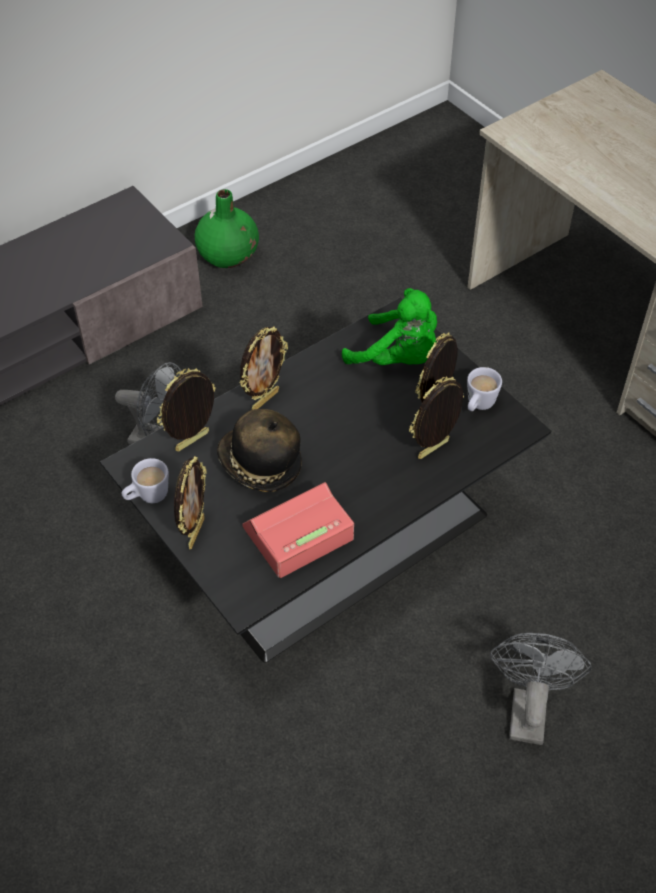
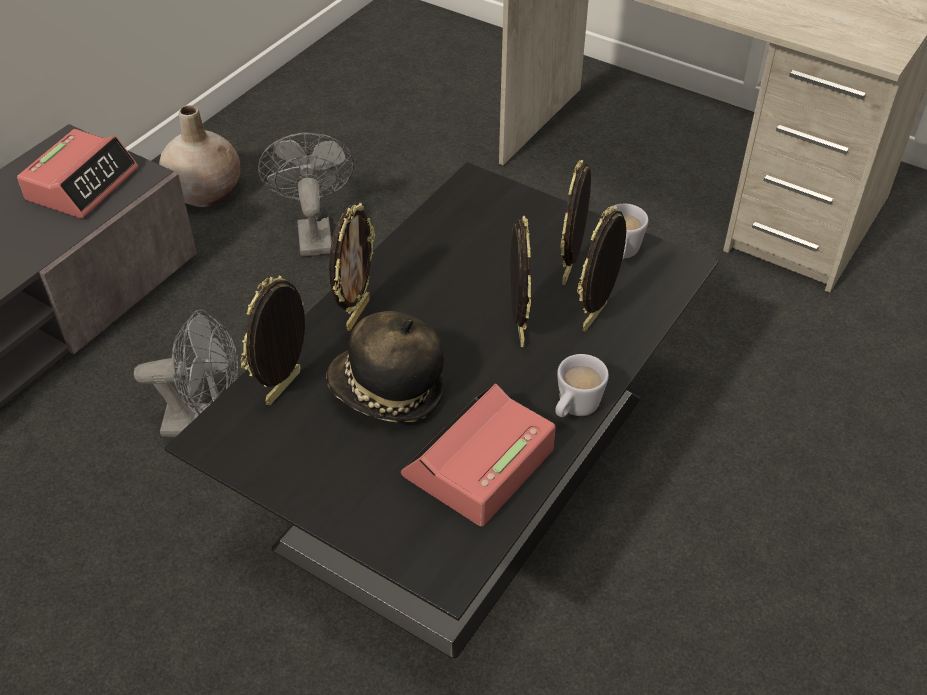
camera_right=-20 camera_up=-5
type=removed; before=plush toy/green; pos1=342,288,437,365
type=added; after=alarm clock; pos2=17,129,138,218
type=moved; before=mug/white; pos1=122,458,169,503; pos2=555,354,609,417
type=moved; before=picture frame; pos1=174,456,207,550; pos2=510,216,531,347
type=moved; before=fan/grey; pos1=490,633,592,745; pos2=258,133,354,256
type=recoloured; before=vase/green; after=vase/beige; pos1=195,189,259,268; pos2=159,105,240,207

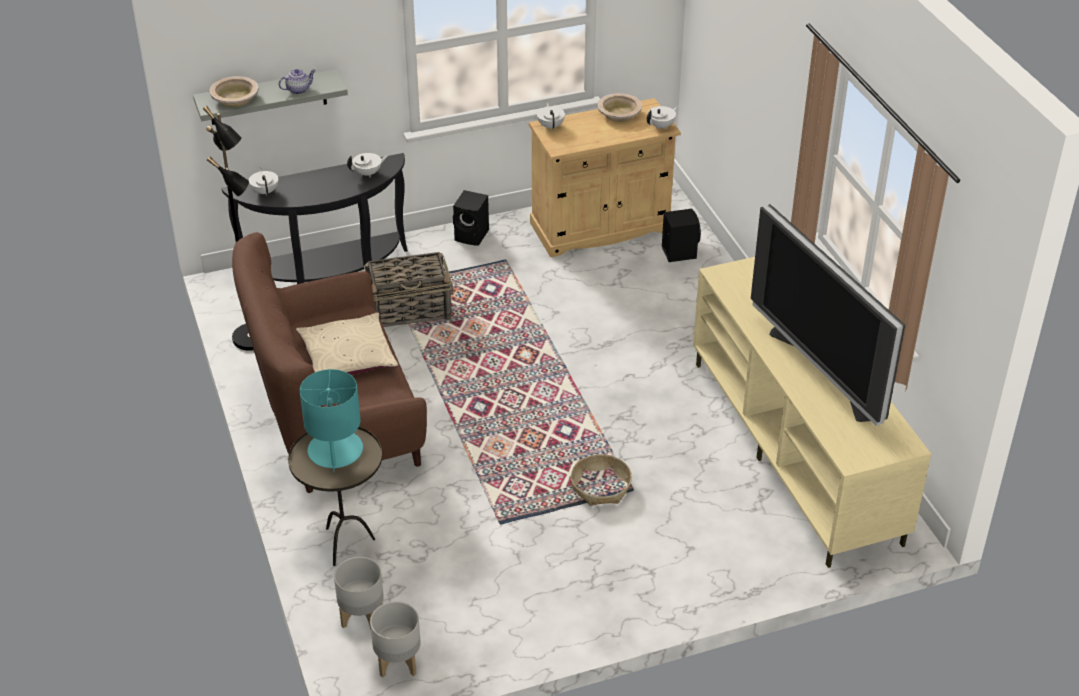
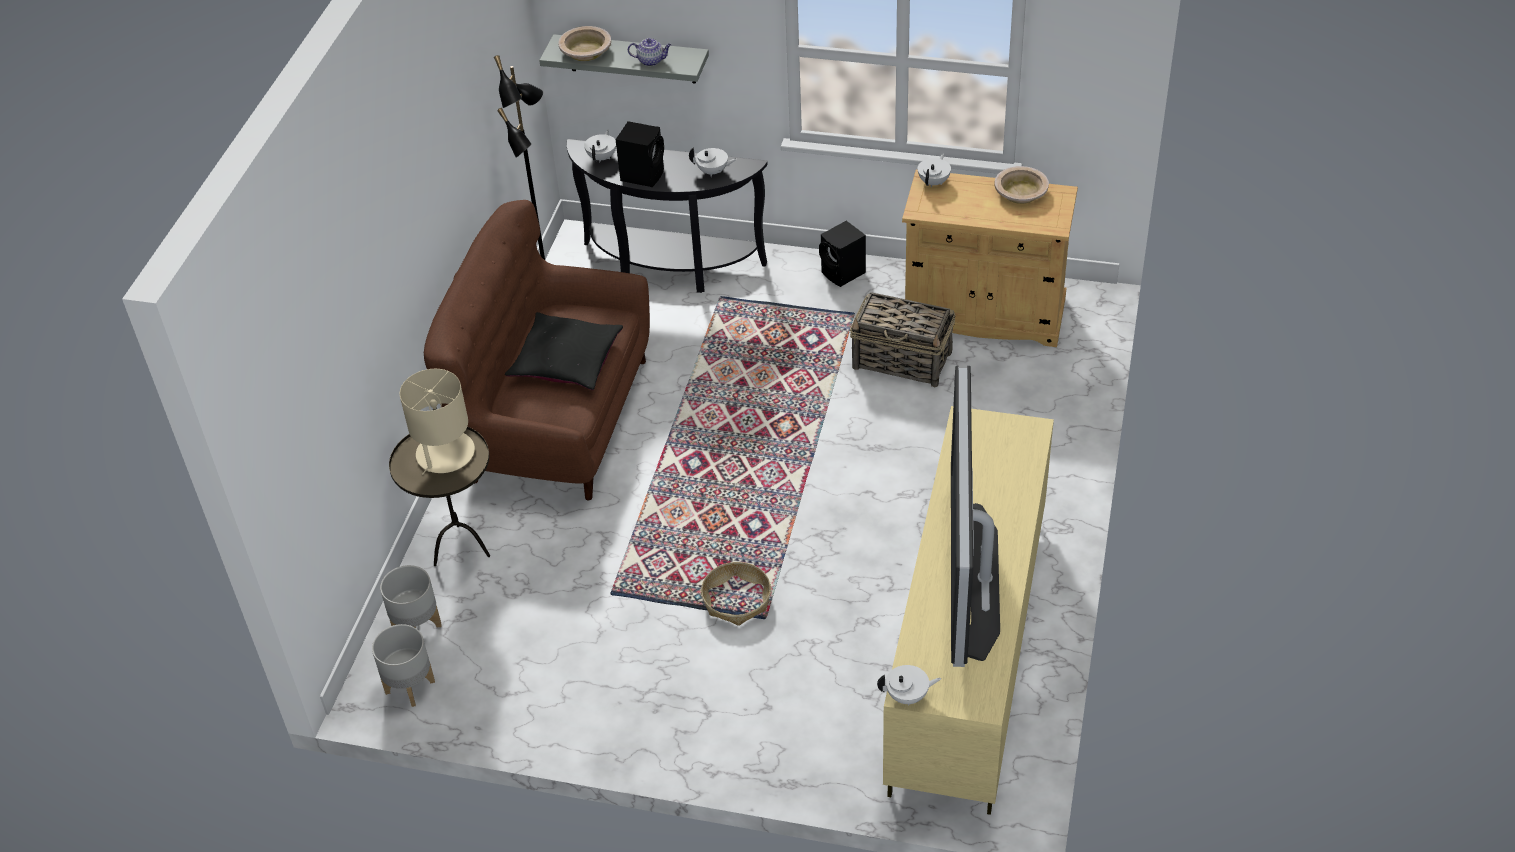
camera_right=35 camera_up=5
type=moved; before=basket; pos1=364,252,453,327; pos2=850,292,956,388
type=moved; before=teapot/white; pos1=647,106,678,130; pos2=877,665,941,705
type=moved; before=speaker/black; pos1=662,208,701,262; pos2=615,121,664,187
type=recoloured; before=pillow/beige; after=pillow/black; pos1=296,313,398,375; pos2=505,312,623,390
type=recoloured; before=table lamp/turquoise; after=table lamp/beige; pos1=300,369,363,472; pos2=400,369,475,475

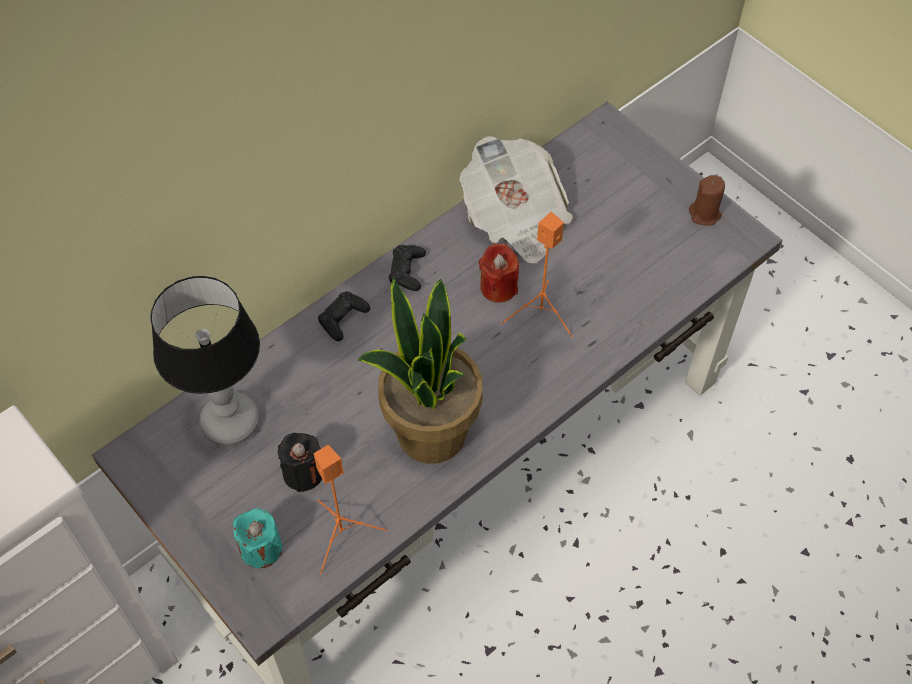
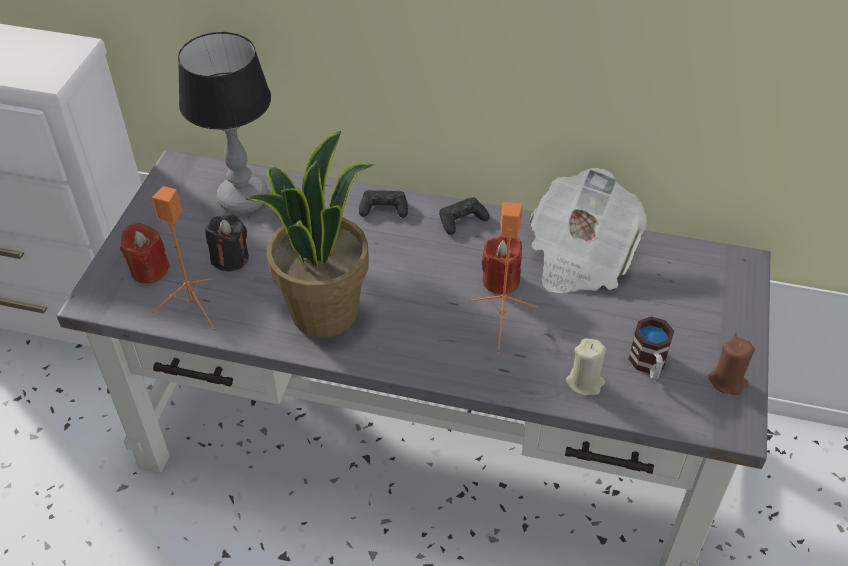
camera_right=55 camera_up=-10
type=added; after=candle/beige; pos2=566,338,606,396
type=added; after=mug; pos2=628,316,674,380
type=recoloured; before=candle/turquoise; after=candle/red; pos1=233,508,282,568; pos2=120,222,170,283

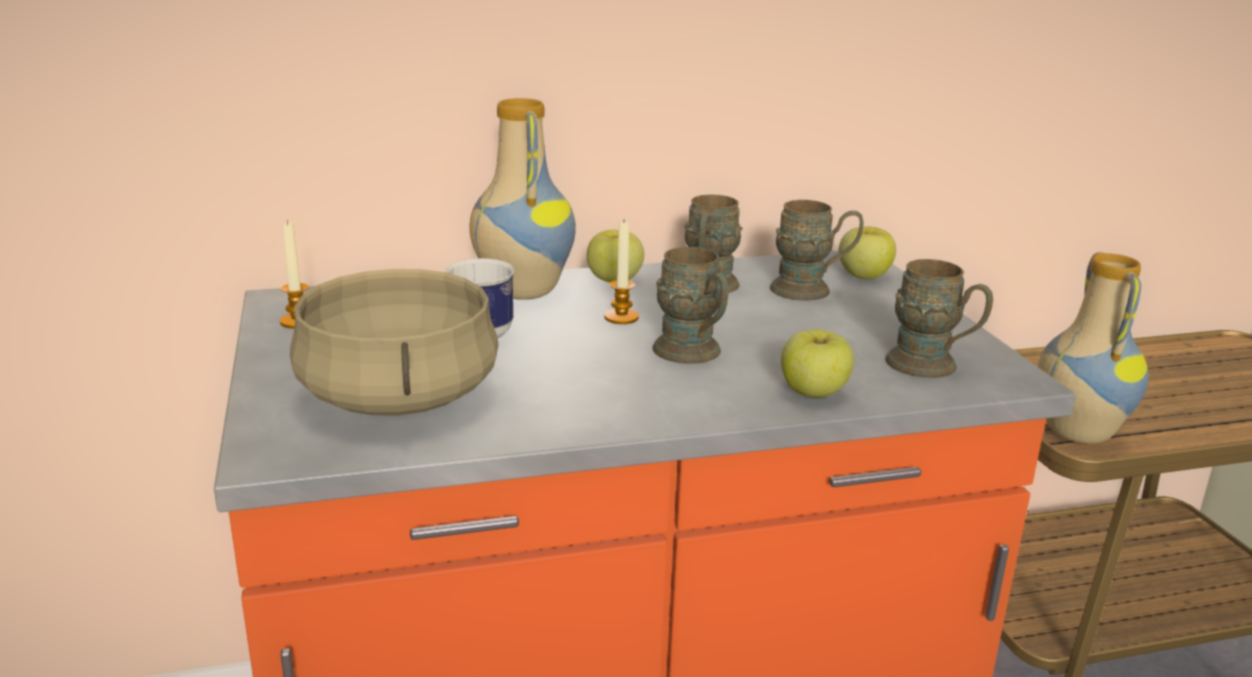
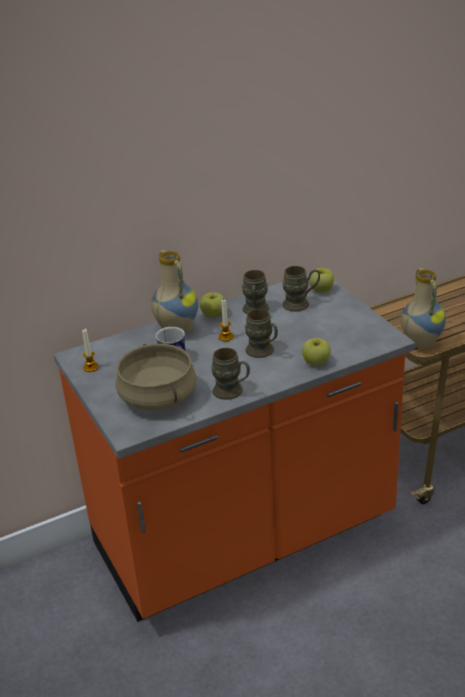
camera_right=-10 camera_up=10
type=moved; before=mug/brown; pos1=885,259,993,378; pos2=211,348,250,400

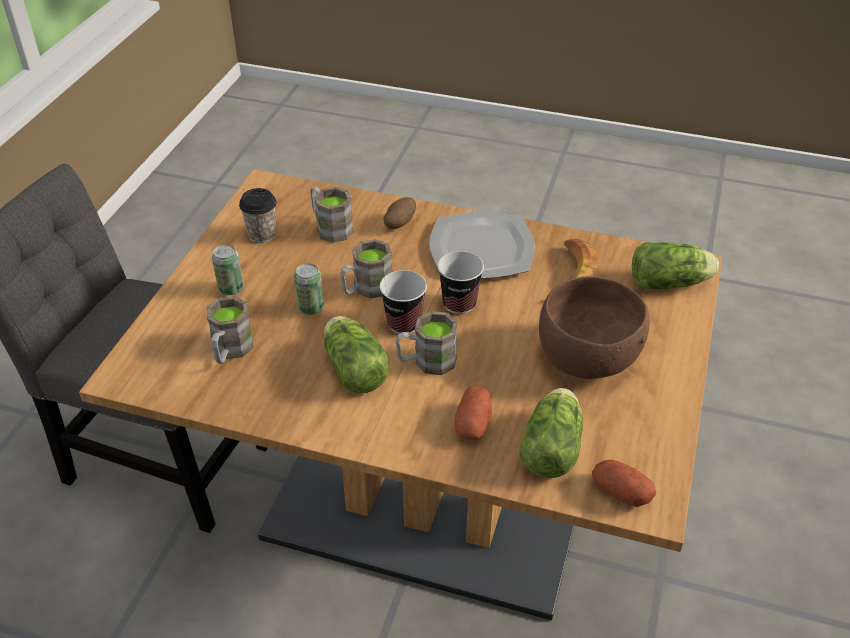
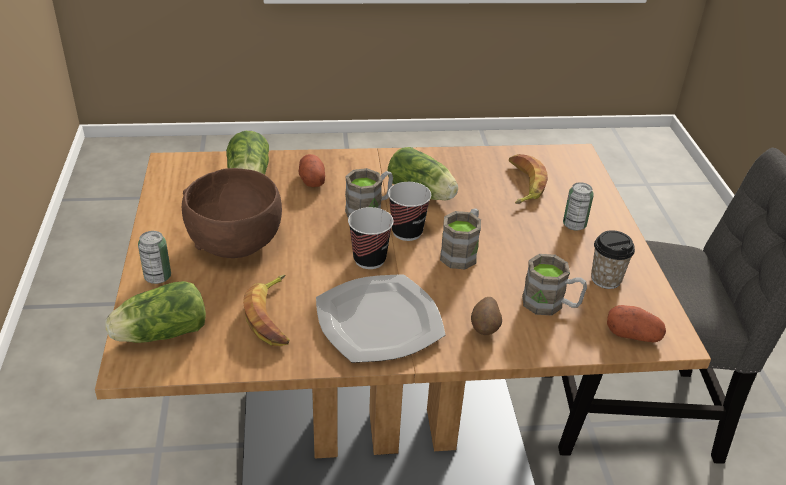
camera_right=155 camera_up=-5
type=moved; before=can; pos1=294,263,324,315; pos2=138,231,171,284
type=moved; before=potato; pos1=592,460,656,507; pos2=607,305,666,343
type=replaced; before=mug/brown; after=banana; pos1=206,296,254,364; pos2=509,154,548,204

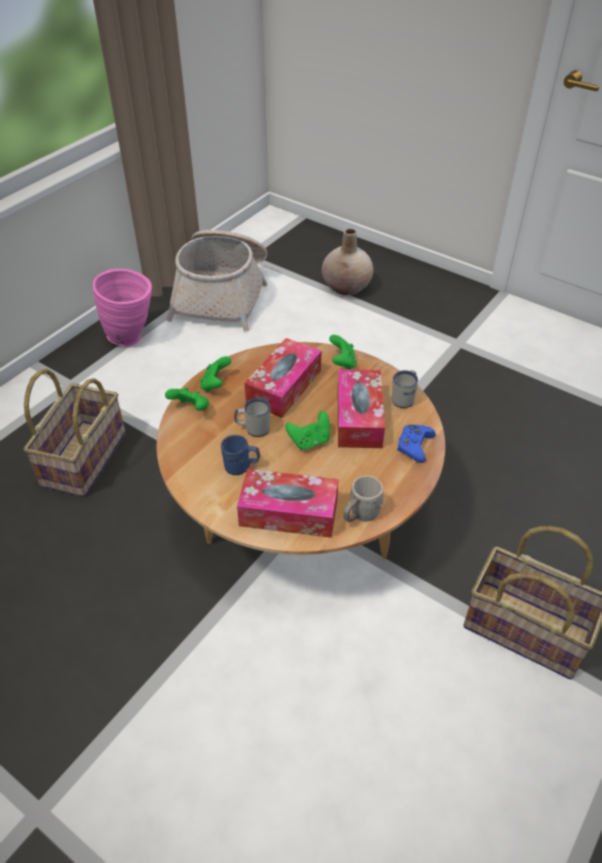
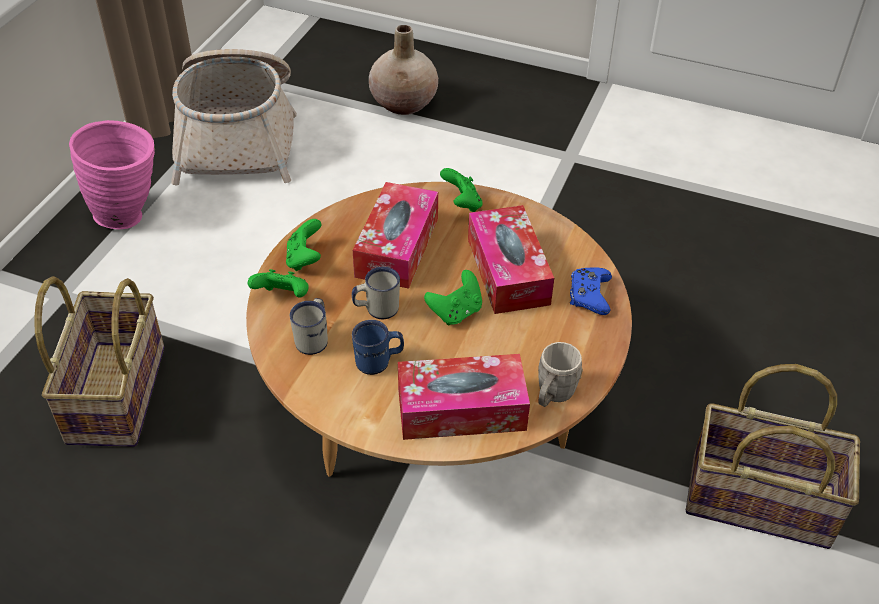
camera_right=-15 camera_up=0
type=moved; before=mug/white; pos1=392,370,418,408; pos2=290,298,328,355

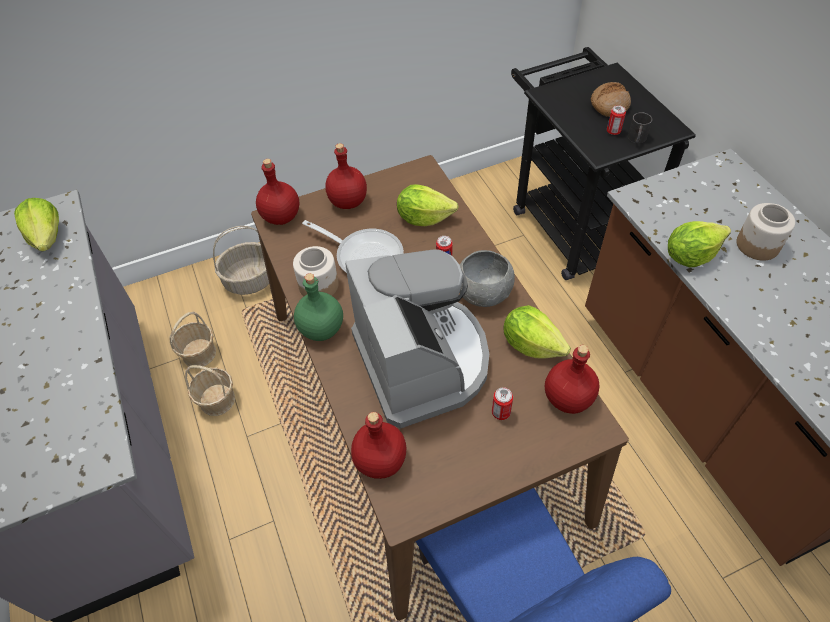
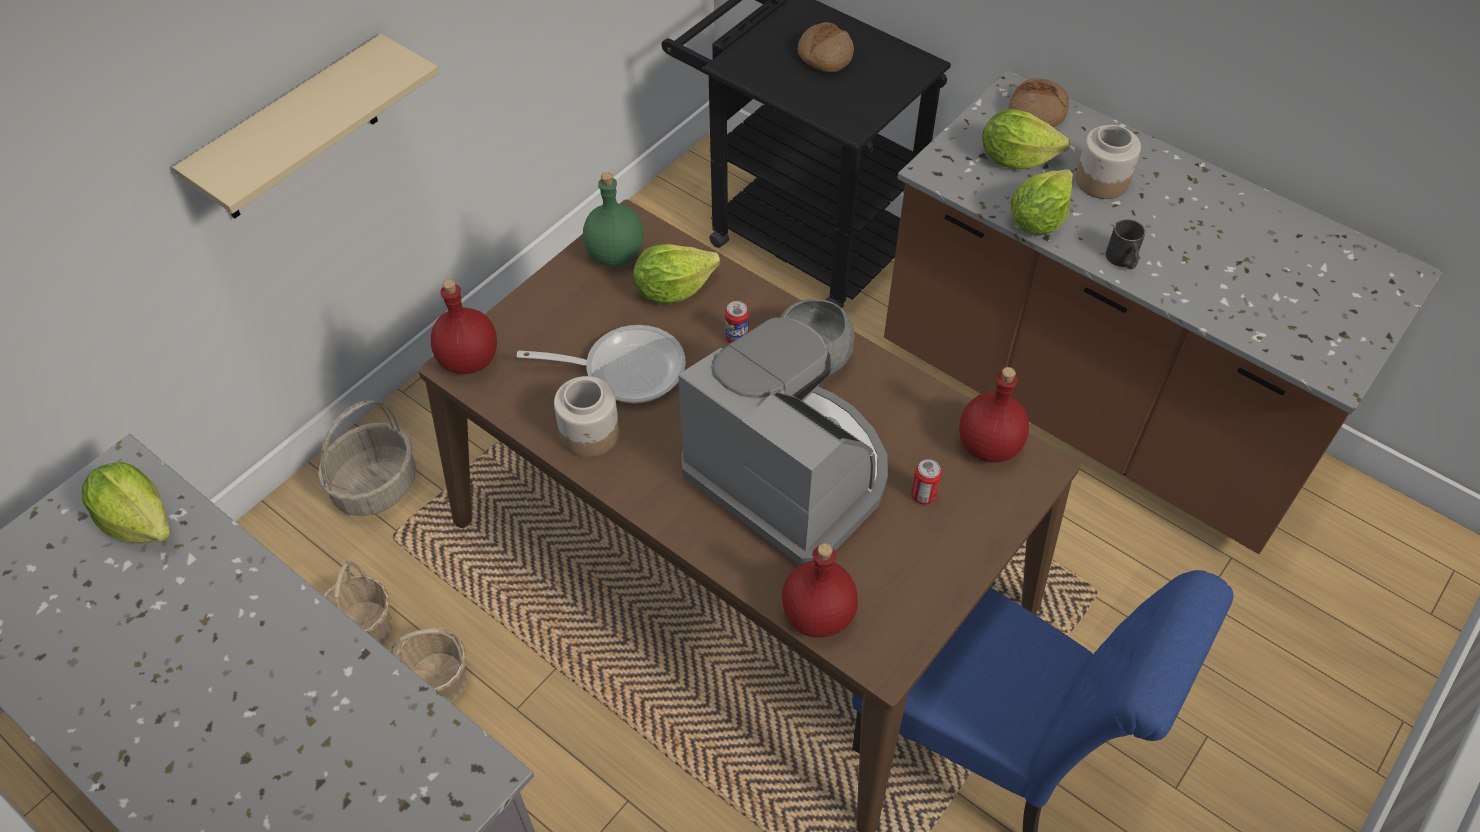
camera_right=-30 camera_up=0
type=removed; before=bottle/red; pos1=326,143,367,209
type=removed; before=can; pos1=607,105,626,135
type=added; after=shelf/beige; pos2=173,34,439,219
type=added; after=bread; pos2=1009,78,1069,127
type=moved; before=bottle/green; pos1=294,273,343,341; pos2=583,172,644,266
type=moved; before=lettuce; pos1=503,305,571,359; pos2=982,109,1070,170
type=moved; before=mug/black; pos1=628,112,652,144; pos2=1106,219,1145,269

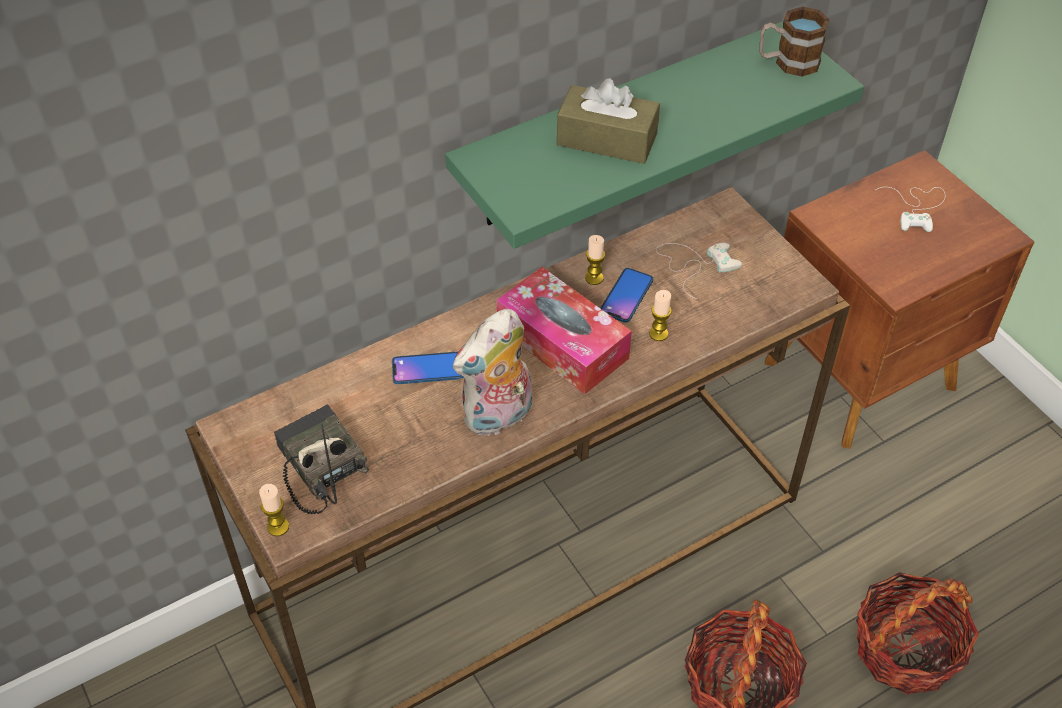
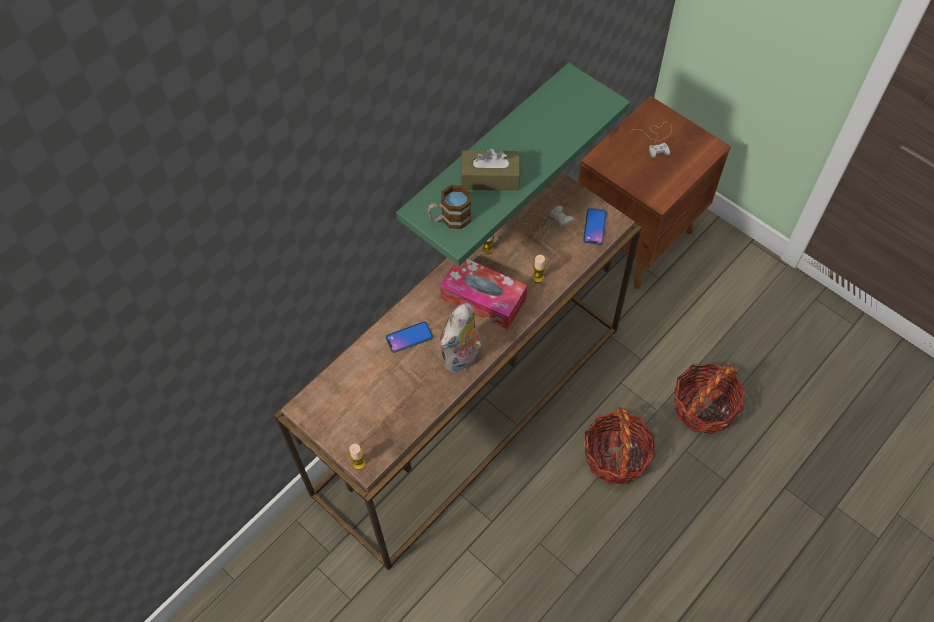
camera_right=-15 camera_up=10
type=removed; before=radio; pos1=274,404,369,514
type=moved; before=phone; pos1=600,268,653,323; pos2=583,208,607,245
type=moved; before=mug; pos1=759,6,829,77; pos2=428,185,471,229

